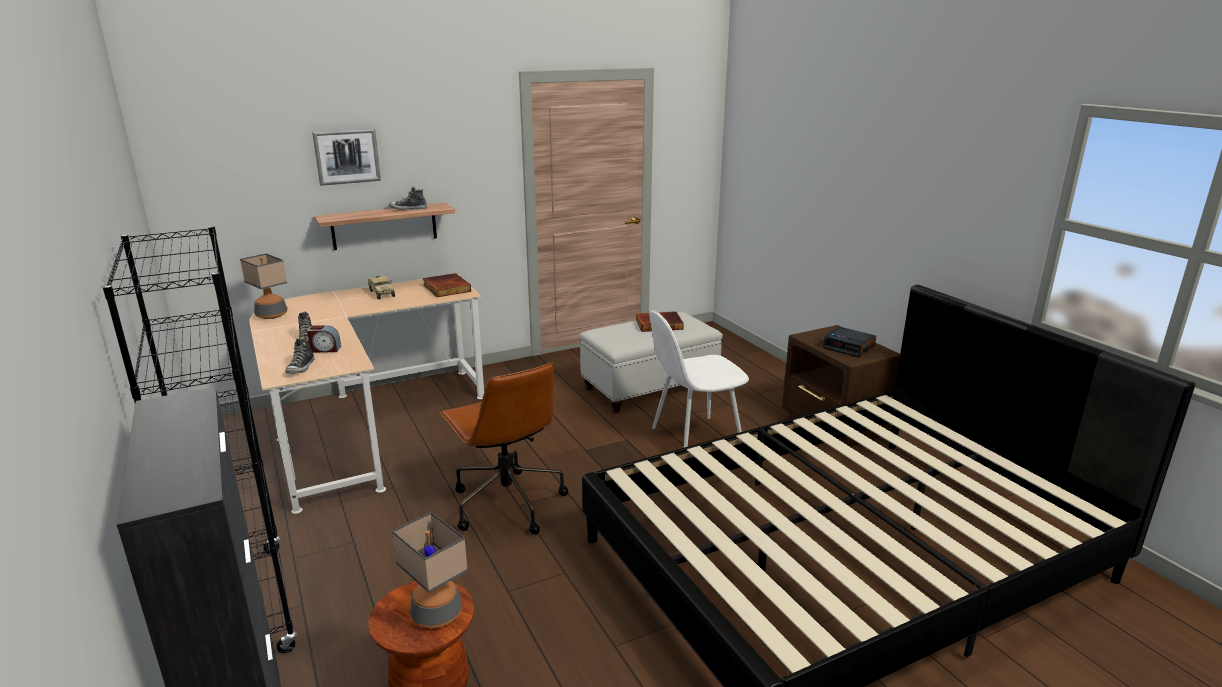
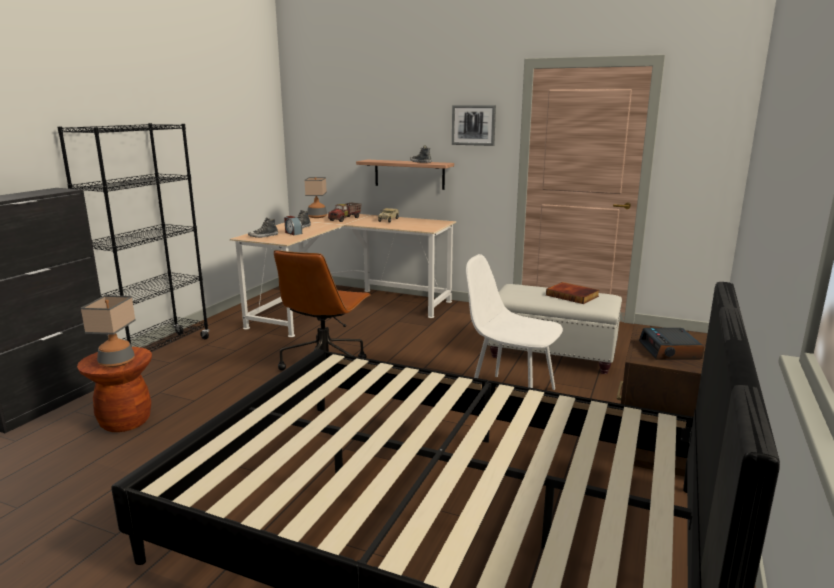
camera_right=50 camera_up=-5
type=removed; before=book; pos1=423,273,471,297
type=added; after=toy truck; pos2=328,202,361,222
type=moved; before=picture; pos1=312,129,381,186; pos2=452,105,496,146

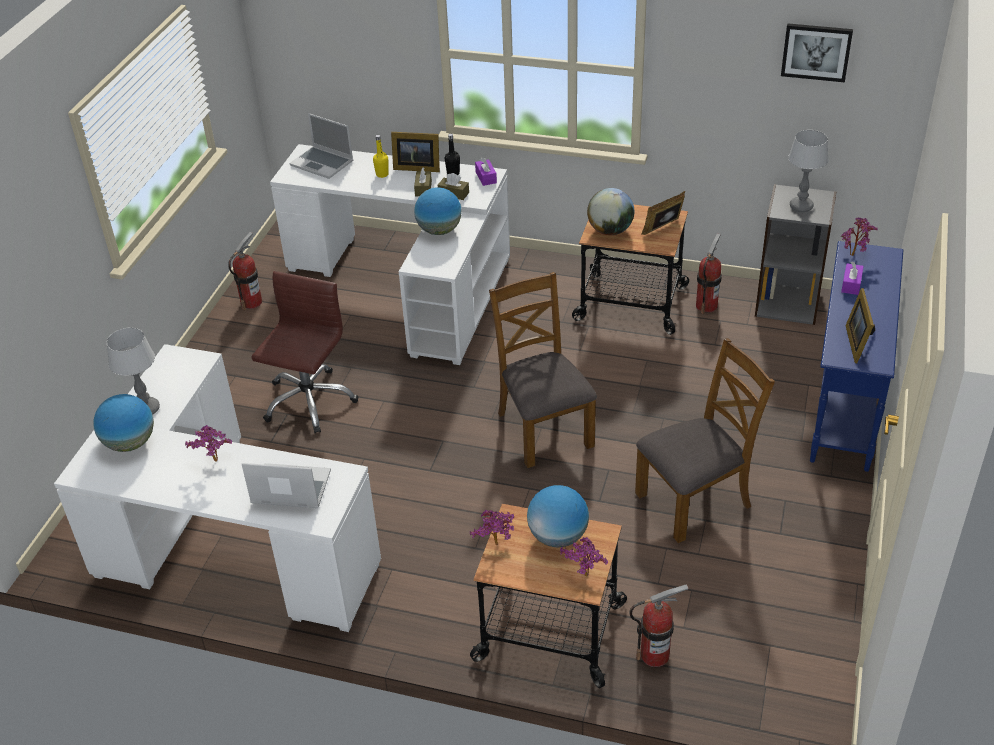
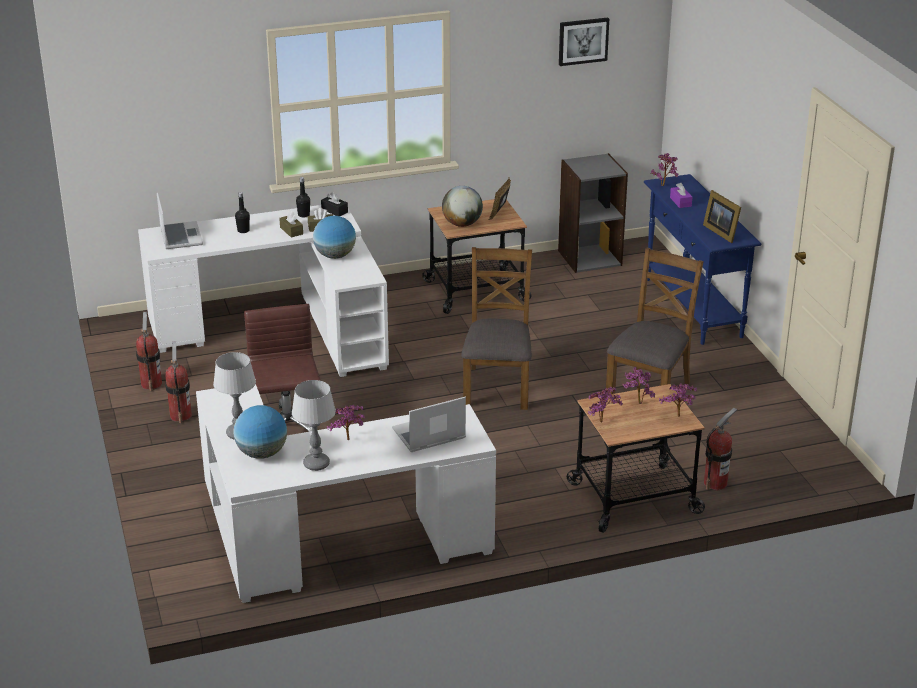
camera_right=-35 camera_up=-10
type=removed; before=picture frame; pos1=391,132,440,172
type=moved; before=fire extinguisher; pos1=696,234,722,314; pos2=165,341,192,423
type=moved; before=table lamp; pos1=788,130,828,212; pos2=292,380,336,471
type=replaced; before=globe; after=potted plant; pos1=527,485,589,547; pos2=622,367,655,404
type=recoloured; before=bottle/yellow; after=bottle/black; pos1=373,135,389,178; pos2=235,192,250,233
type=recoloured; before=tissue box/purple; after=tissue box/black; pos1=475,157,497,186; pos2=321,192,348,216
type=turned; before=laptop; pos1=290,113,353,179; pos2=157,193,203,249; turn=-105
type=turned; before=chair/brown; pos1=489,272,597,468; pos2=461,247,532,410; turn=60

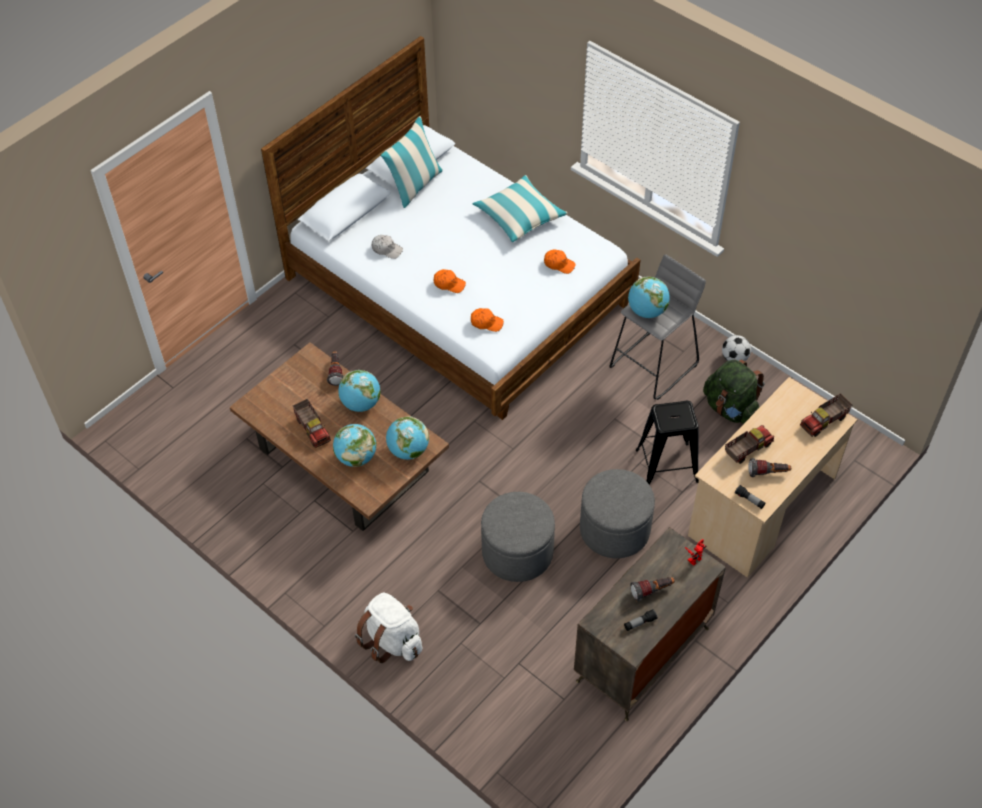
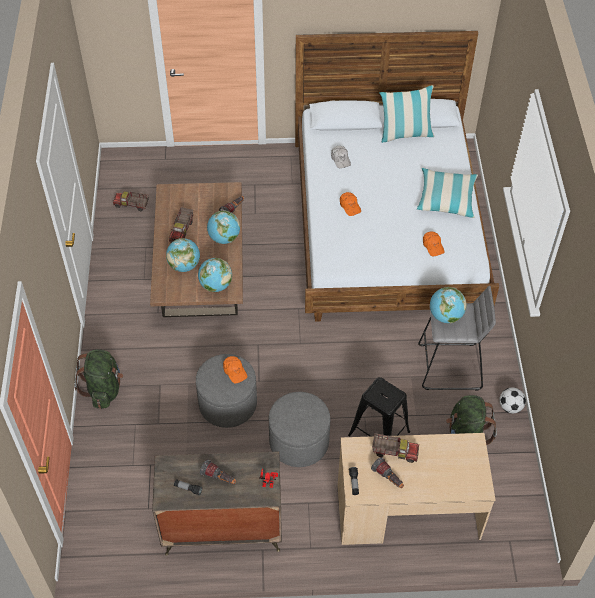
camera_right=45 camera_up=0
type=moved; before=cap/orange; pos1=471,308,504,332; pos2=223,356,247,383
type=moved; before=toy truck; pos1=800,393,852,437; pos2=113,191,149,211
type=recoloured; before=backpack/white; after=backpack/green; pos1=355,593,422,663; pos2=74,349,123,409

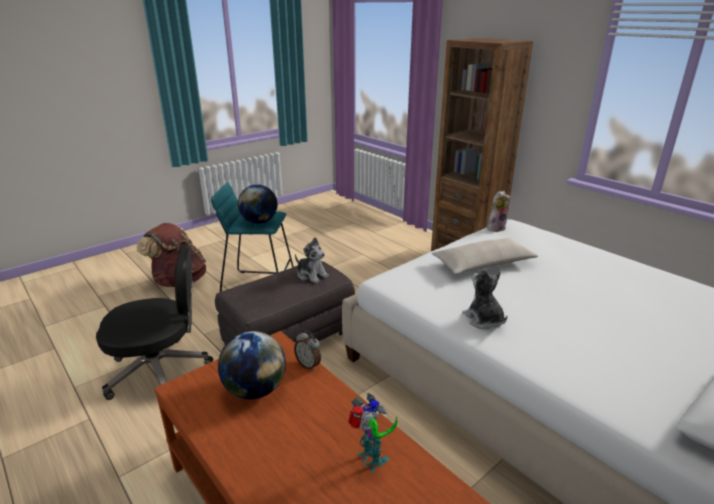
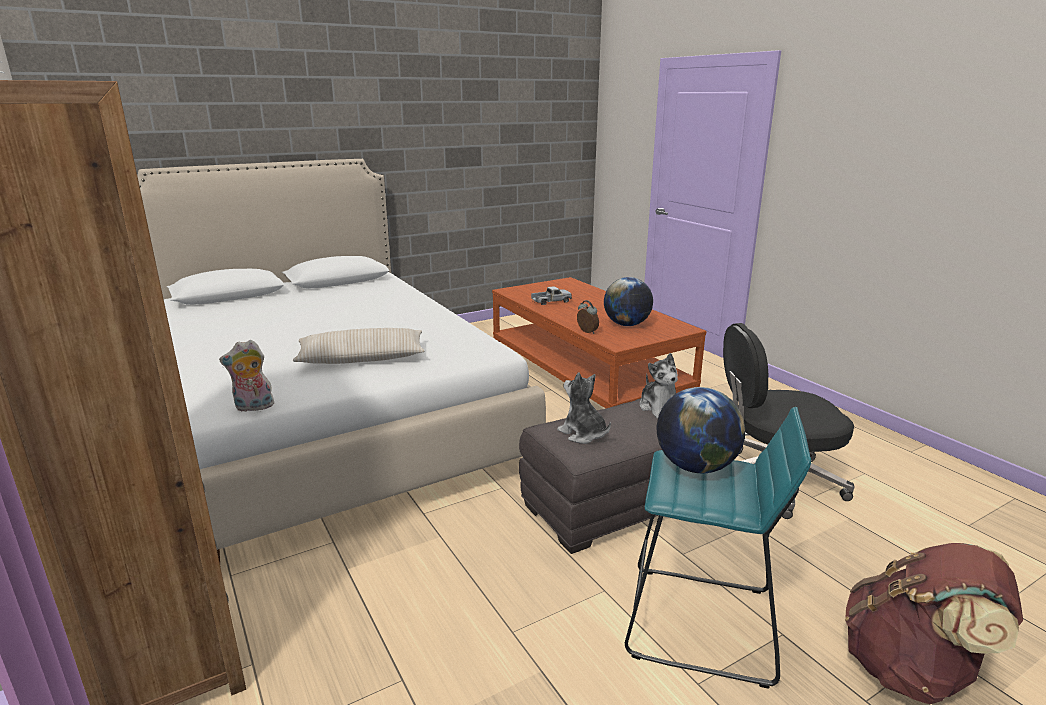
camera_right=-170 camera_up=-5
type=moved; before=plush toy; pos1=462,269,507,330; pos2=640,353,678,419
type=replaced; before=toy robot; after=toy truck; pos1=348,393,397,473; pos2=531,286,572,305

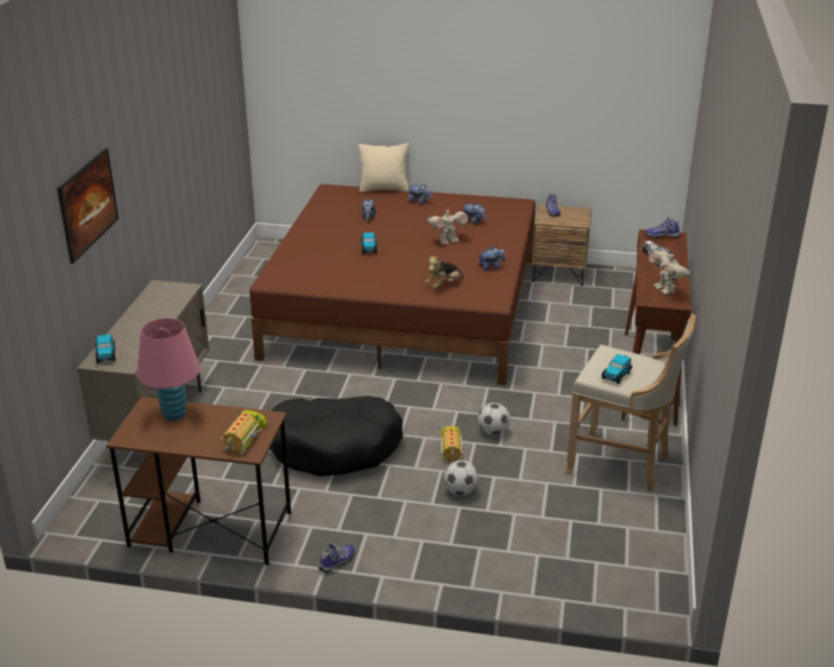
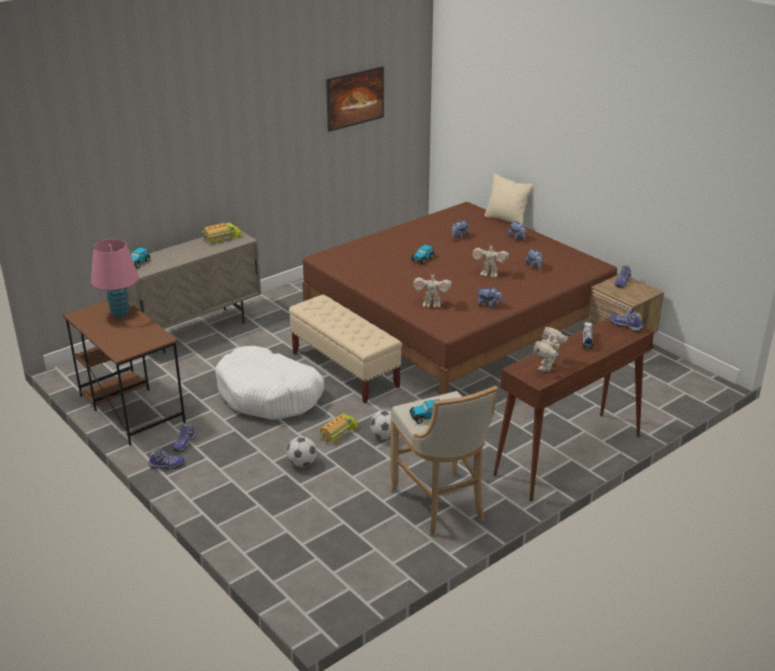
camera_right=40 camera_up=0
type=added; after=shoe; pos2=173,423,196,452
type=added; after=bench/beige; pos2=289,295,402,403
type=moved; before=picture; pos1=57,148,119,264; pos2=326,66,384,132
type=moved; before=toy truck; pos1=221,409,267,455; pos2=201,221,242,245
type=replaced; before=plush toy; after=toy robot; pos1=425,256,464,288; pos2=413,272,452,307
type=recoloured; before=dog bed/black; after=dog bed/white; pos1=270,396,403,477; pos2=215,346,324,420

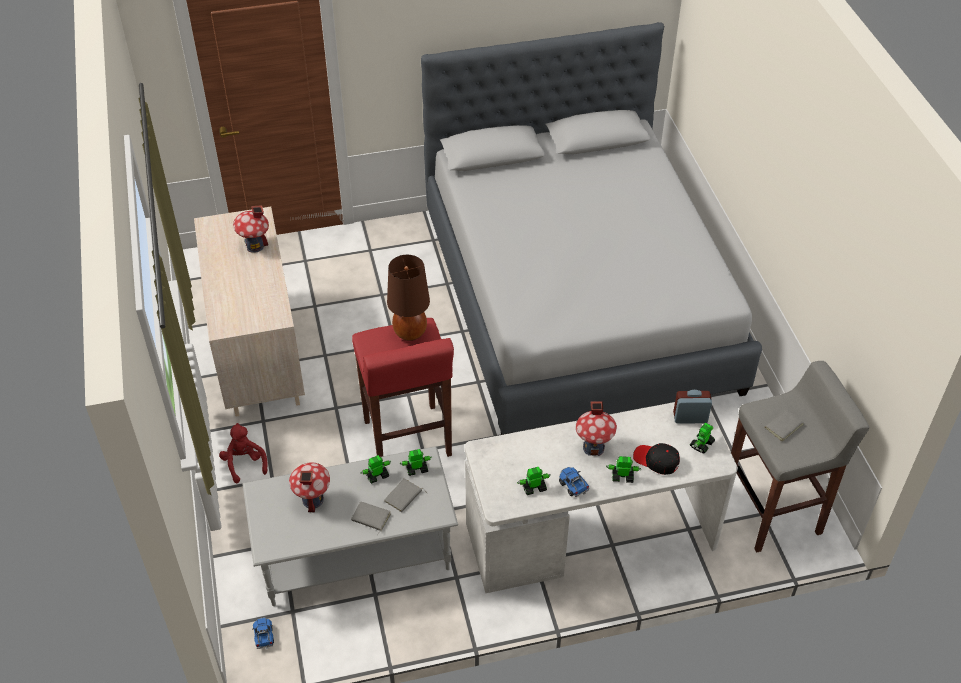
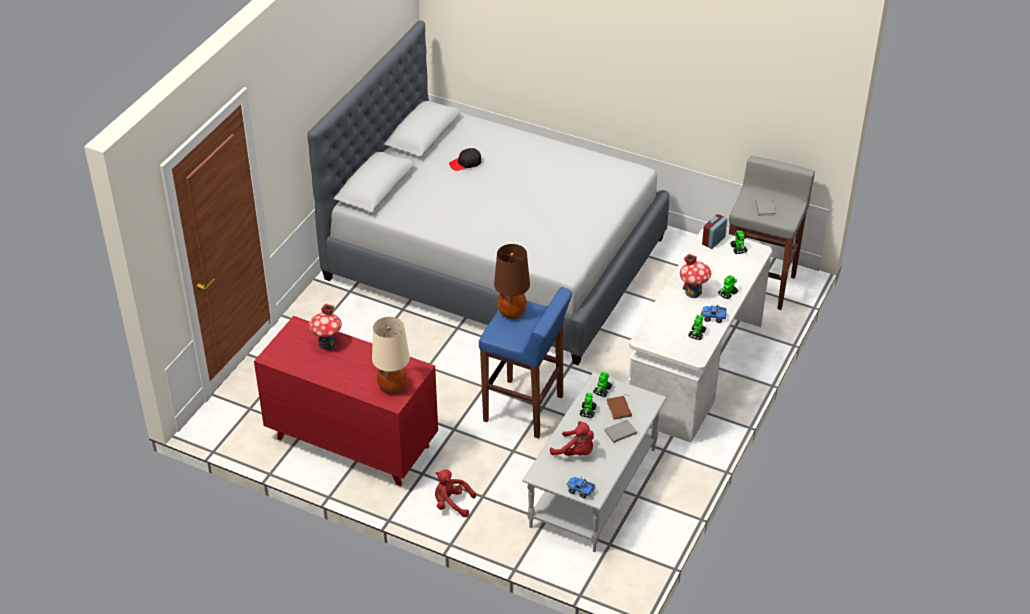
camera_right=-50 camera_up=-5
type=added; after=table lamp/beige; pos2=372,317,410,394
type=moved; before=toy truck; pos1=252,617,274,649; pos2=567,477,595,498
type=moved; before=cap/black; pos1=633,443,680,475; pos2=449,148,481,171
type=replaced; before=toy house; after=plush toy/red; pos1=289,462,330,512; pos2=550,421,594,456
type=recoloured; before=dresser/beige; after=dresser/red; pos1=194,207,305,417; pos2=254,316,438,486
type=recoloured; before=stool/red; after=stool/blue; pos1=352,318,454,457; pos2=479,287,572,439
type=recoloured; before=book/grey; after=book/brown; pos1=384,478,427,513; pos2=607,395,632,419

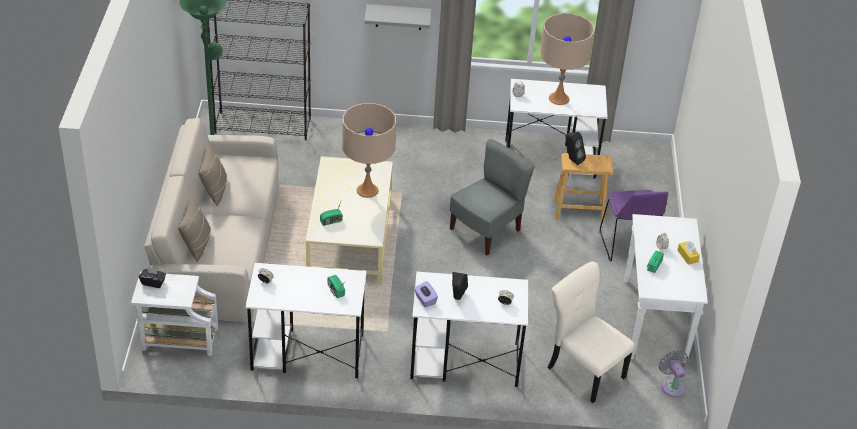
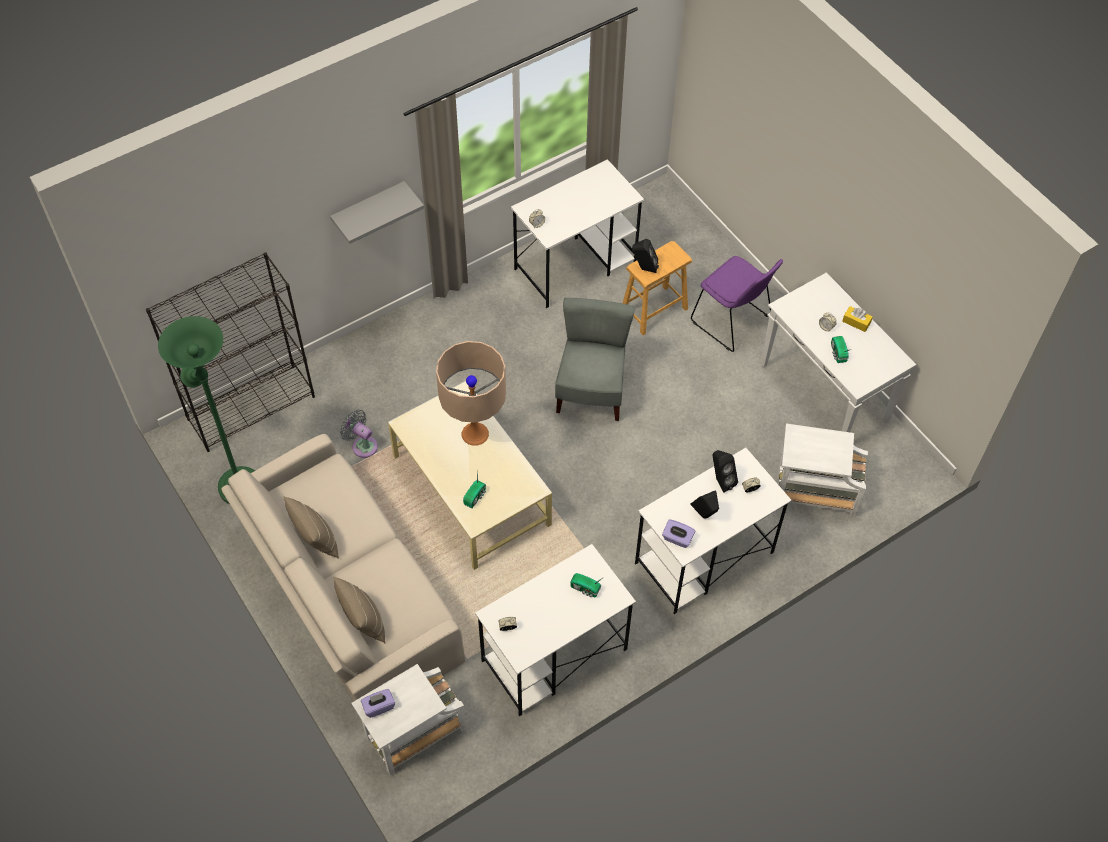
camera_right=-35 camera_up=15
type=removed; before=table lamp/beige; pos1=540,13,595,105
type=added; after=speaker/black; pos2=713,450,738,493
type=moved; before=fan/grey; pos1=659,350,688,397; pos2=340,410,378,458
type=replaced; before=chair/beige; after=side table/white; pos1=547,261,635,403; pos2=778,423,868,517
type=recoloured; before=tissue box/black; after=tissue box/purple; pos1=139,267,166,288; pos2=361,689,395,718

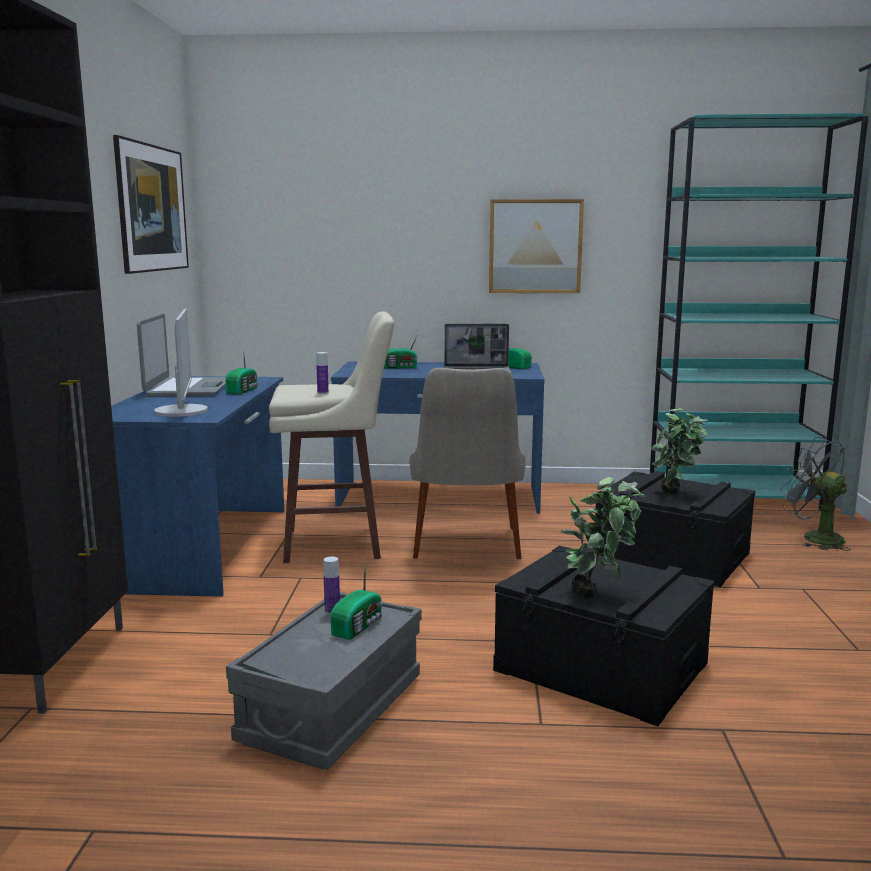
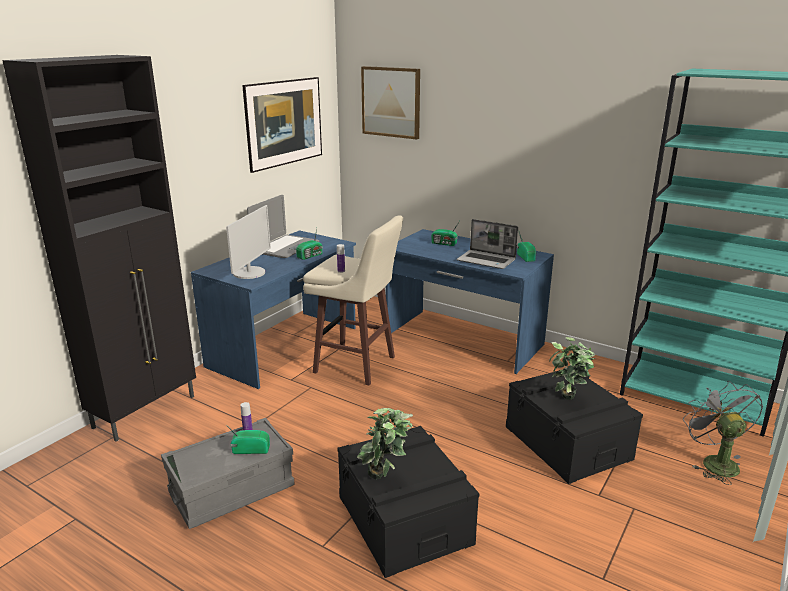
camera_right=30 camera_up=10
type=removed; before=chair/beige; pos1=409,368,526,559
type=moved; before=picture; pos1=489,199,584,293; pos2=361,66,420,139
type=turned; before=radio; pos1=330,564,382,640; pos2=225,424,270,454; turn=-150

